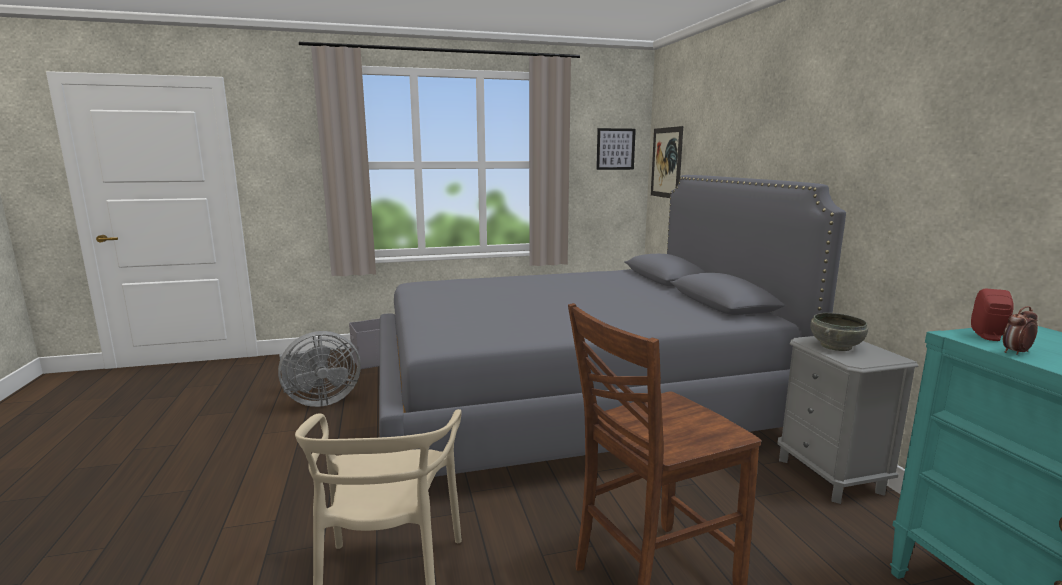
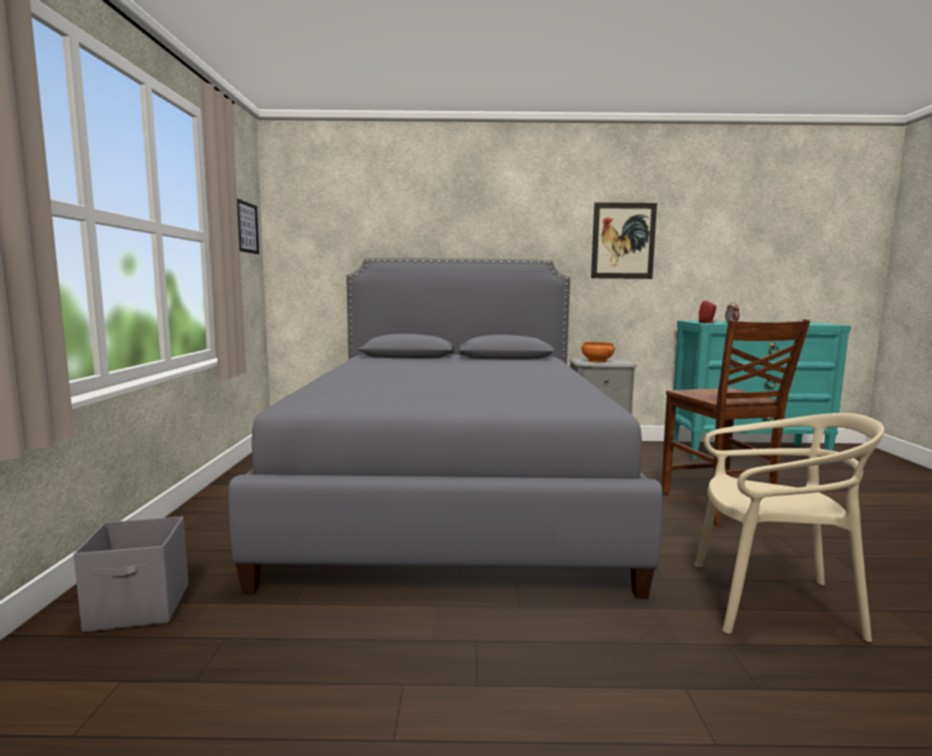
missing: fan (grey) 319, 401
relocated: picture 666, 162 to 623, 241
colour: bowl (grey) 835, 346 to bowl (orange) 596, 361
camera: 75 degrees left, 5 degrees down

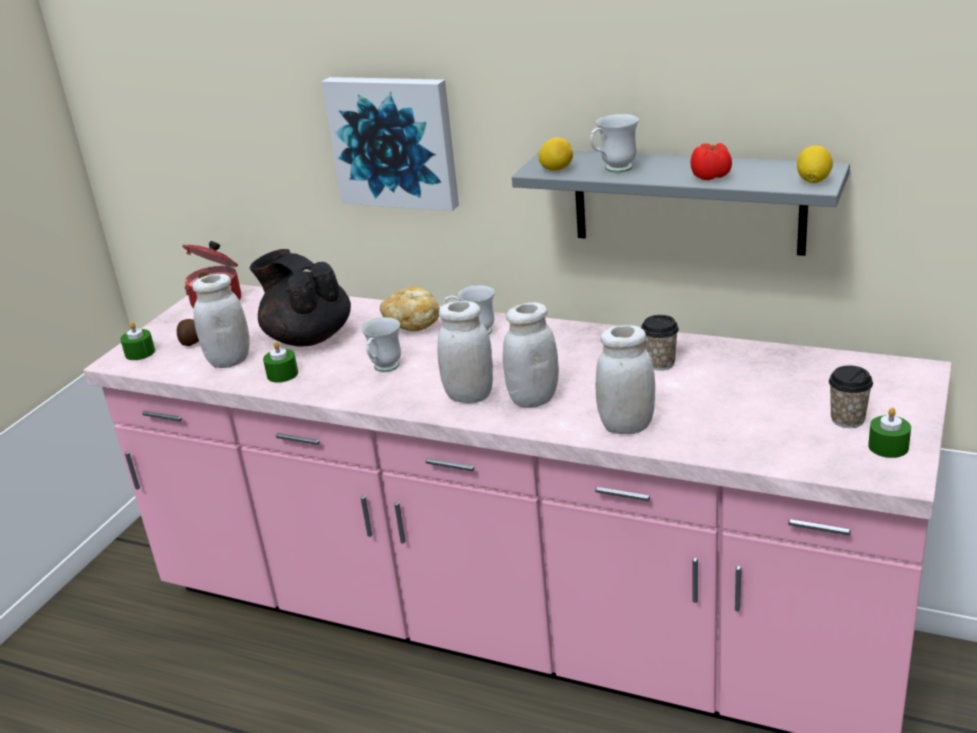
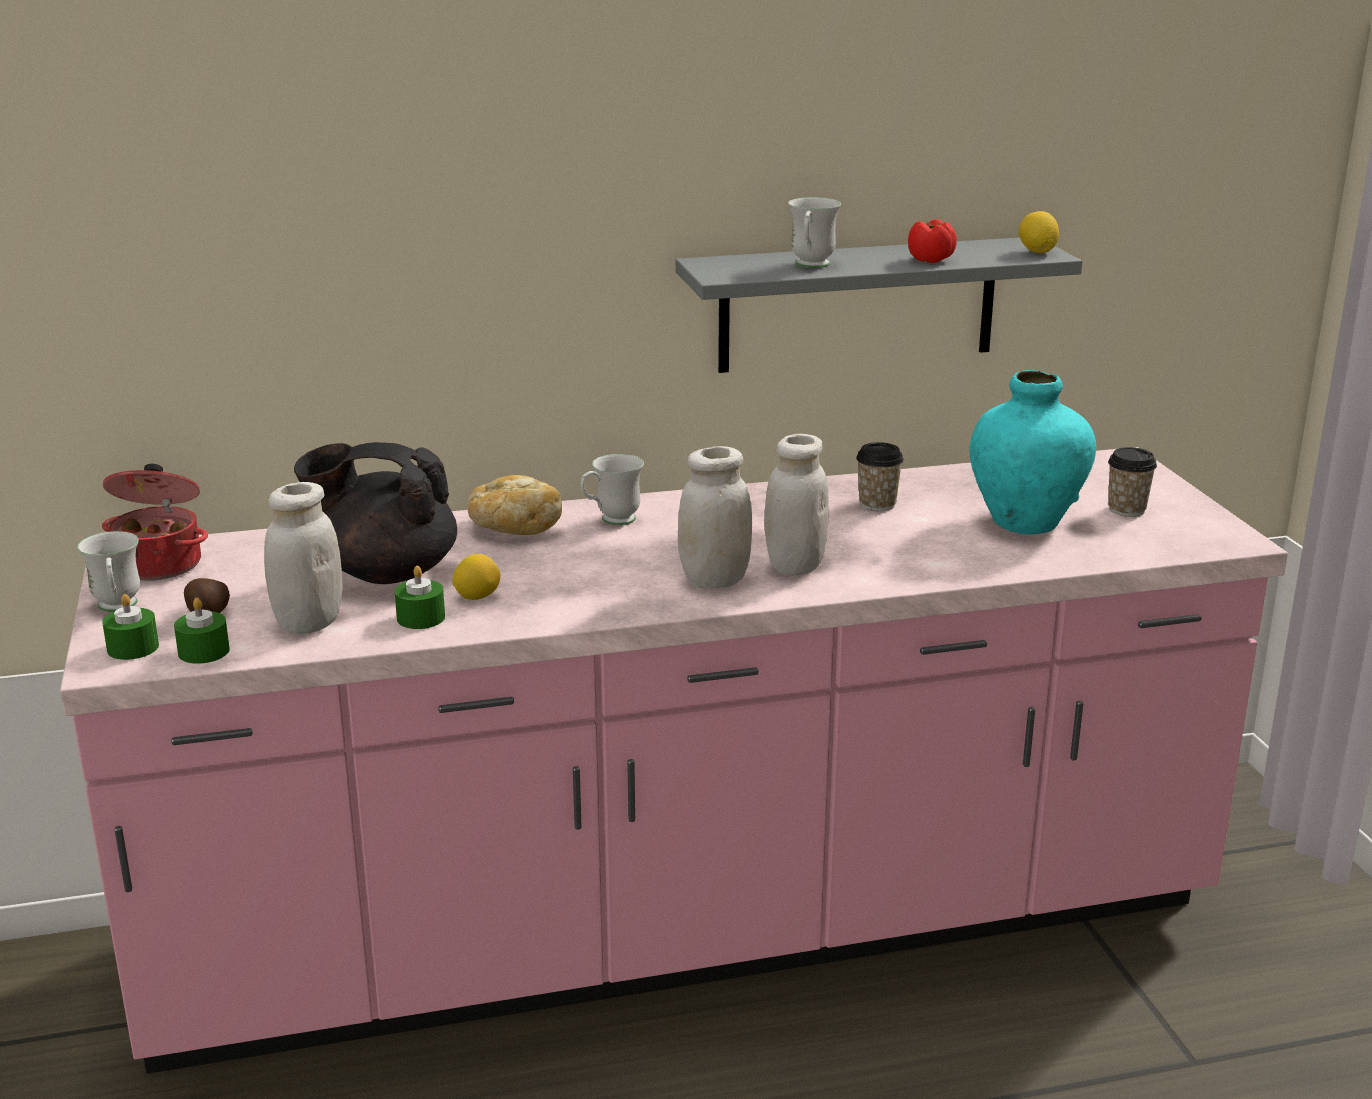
missing: picture 394, 141; jar (white) 626, 426
appeared: vase (turquoise) 1025, 522
relocated: mug (white) 384, 369 to 117, 608; candle (green) 888, 446 to 203, 651; lemon 556, 169 to 477, 597
camera: 40 degrees left, 5 degrees down

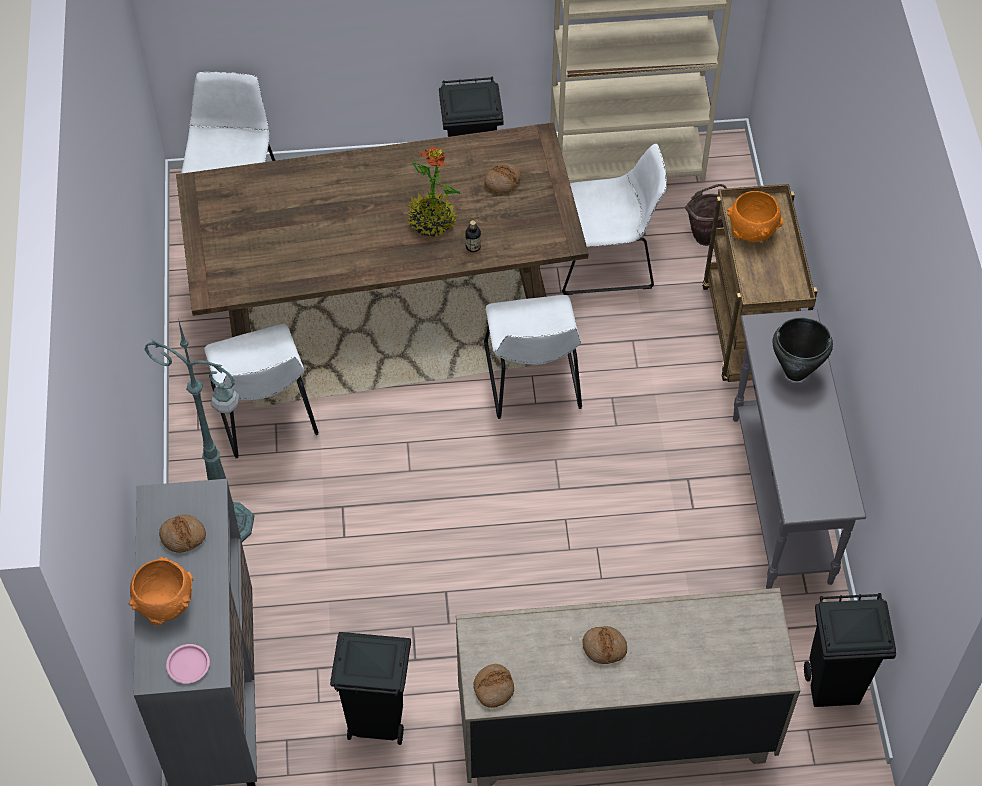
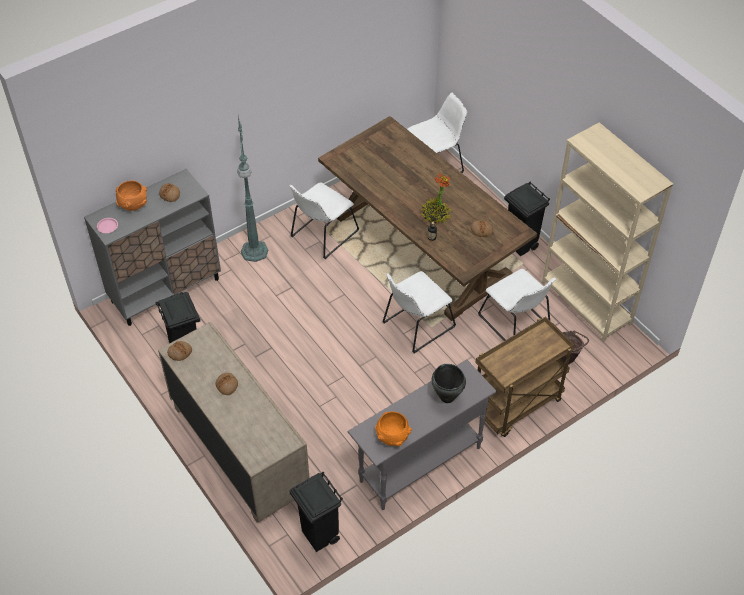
relocated: bowl (orange) 753, 231 to 392, 437
camera: 60 degrees right, 5 degrees down

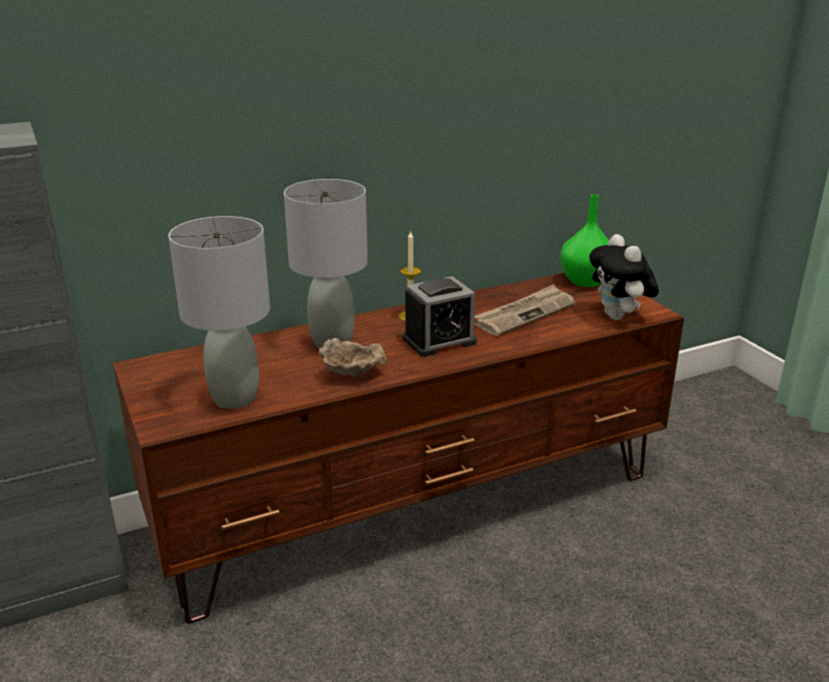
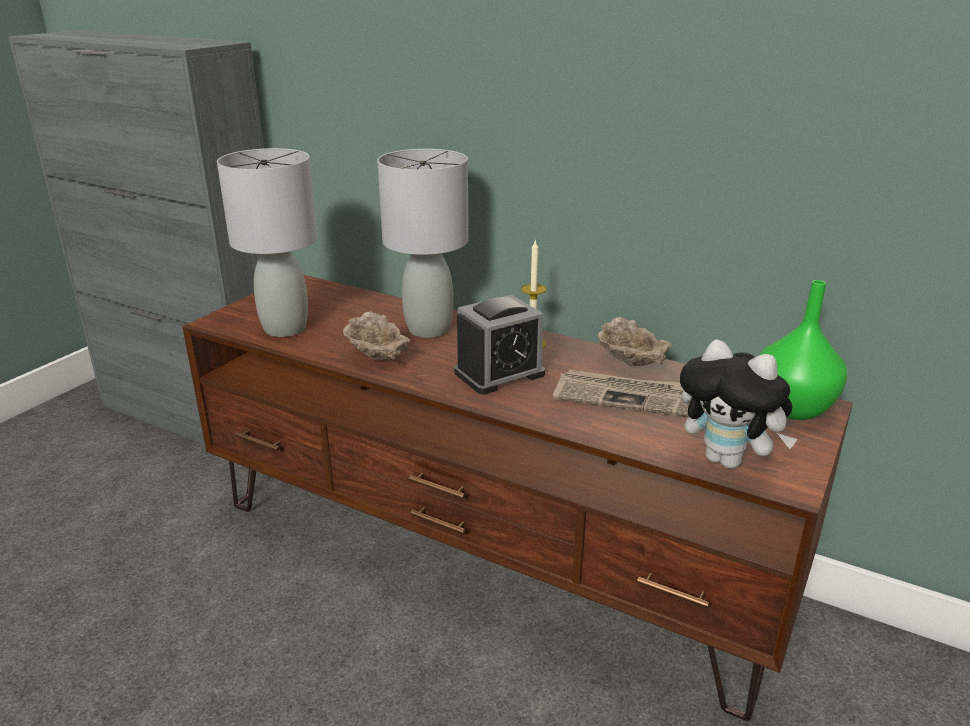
appeared: bowl (beige) 631, 364
spun: alarm clock 439, 341 = 499, 373 60 degrees counterclockwise; plush toy 619, 317 = 728, 460 90 degrees counterclockwise
camera: 55 degrees right, 0 degrees up

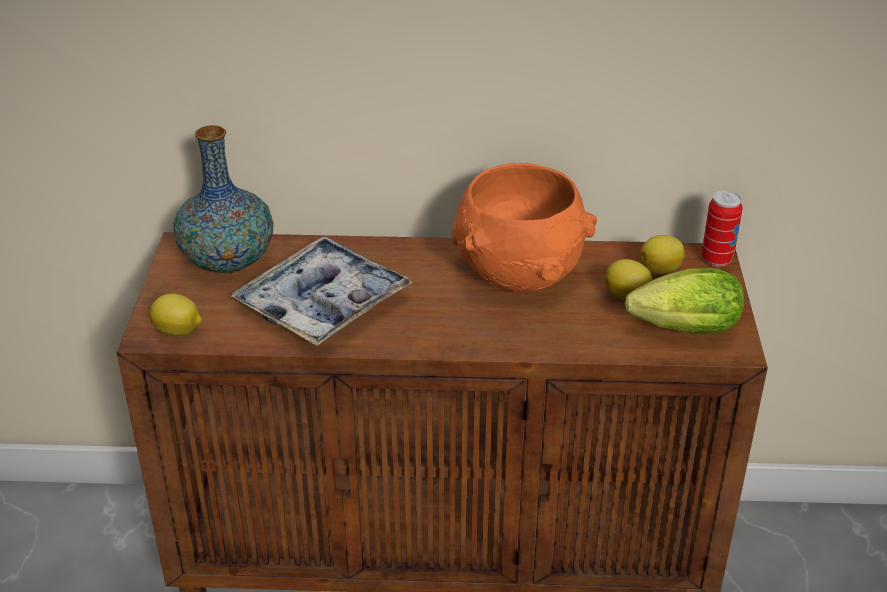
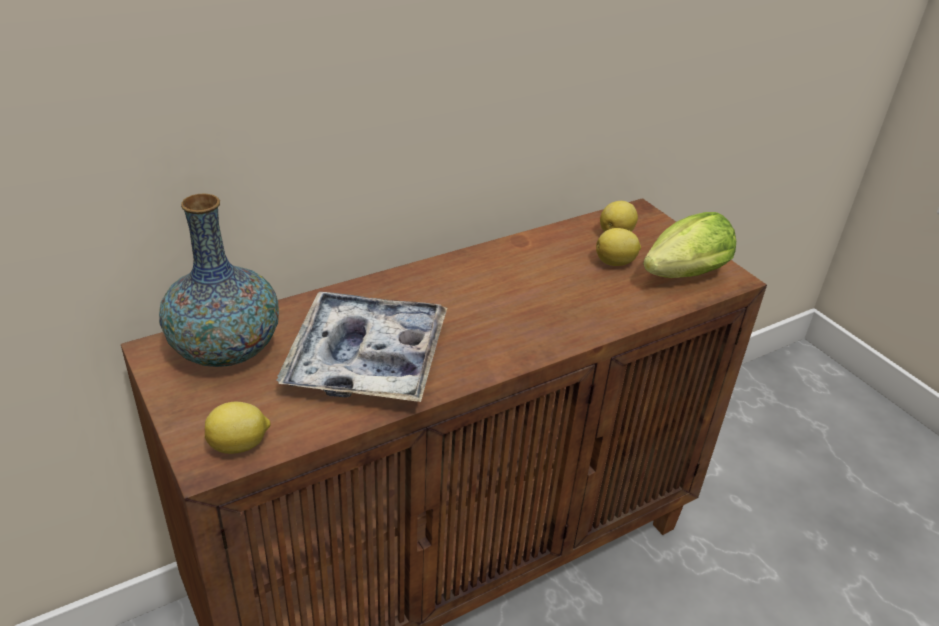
missing: bowl (orange) 519, 275; can 716, 259
camera: 35 degrees left, 0 degrees up

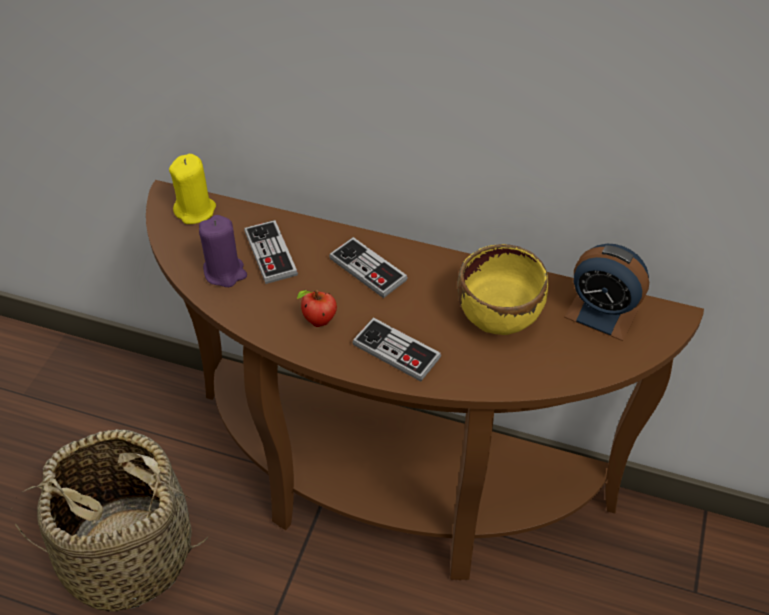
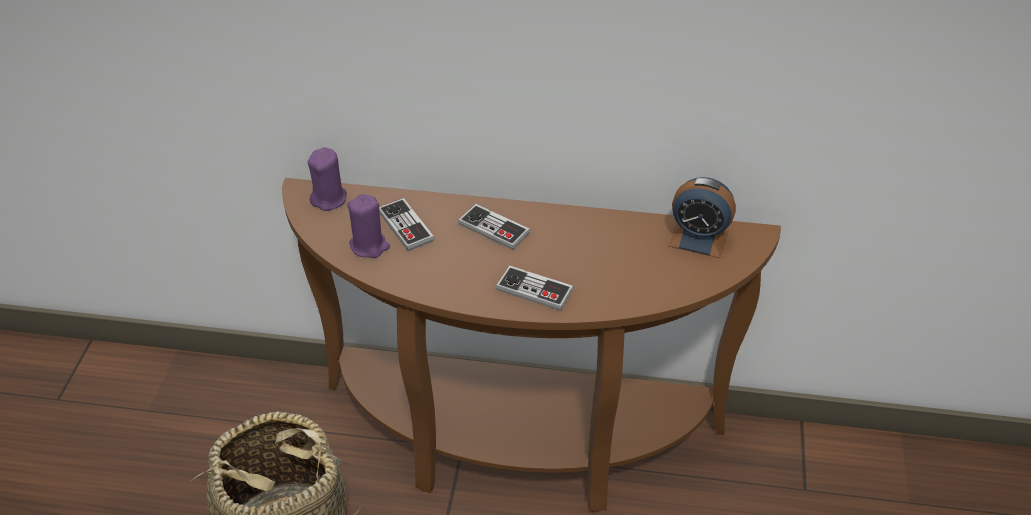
missing: apple 318, 322; bowl (yellow) 499, 315
colour: candle (yellow) 195, 210 to candle (purple) 329, 199
camera: 10 degrees left, 5 degrees down

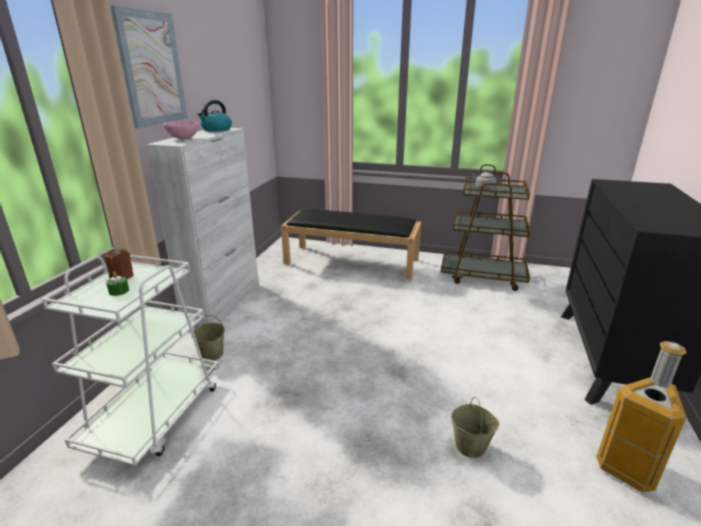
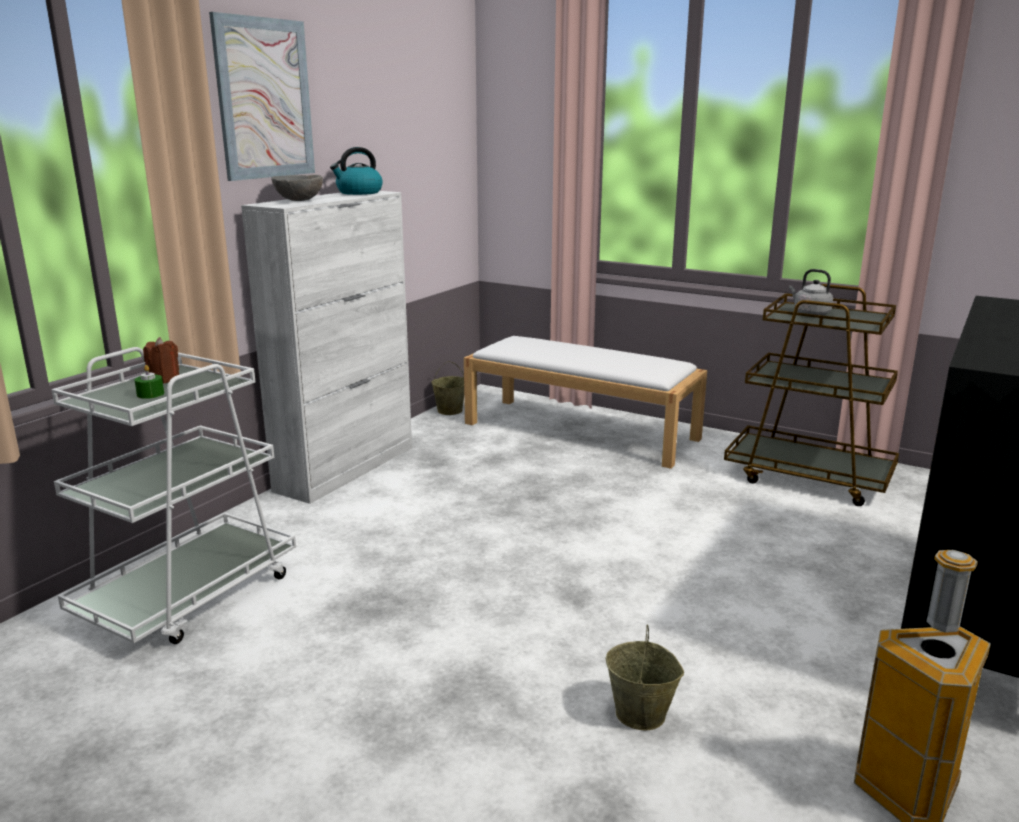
relocated: bucket (beige) 211, 354 to 449, 410
colour: bowl (pink) 184, 138 to bowl (grey) 300, 200; bench (black) 352, 261 to bench (white) 582, 431
camera: 15 degrees right, 5 degrees down

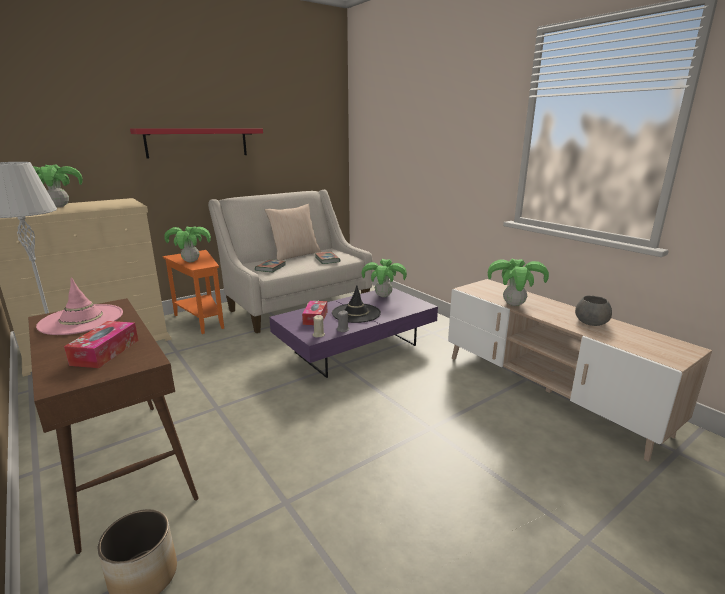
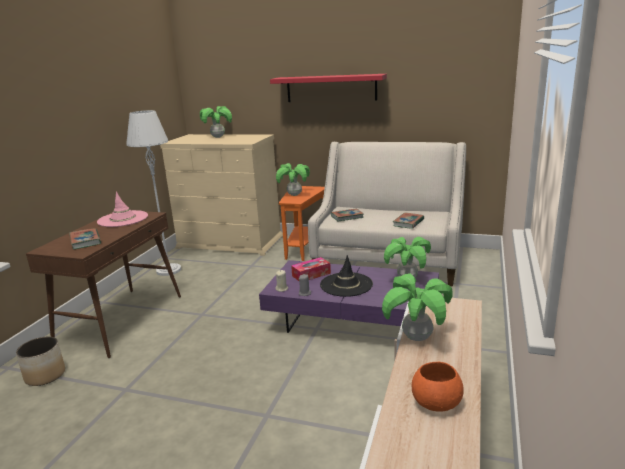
missing: pillow (beige) 295, 255
exchanged: tissue box 105, 352 to book 85, 241
colour: bowl (grey) 591, 322 to bowl (orange) 435, 402
camera: 55 degrees right, 0 degrees up

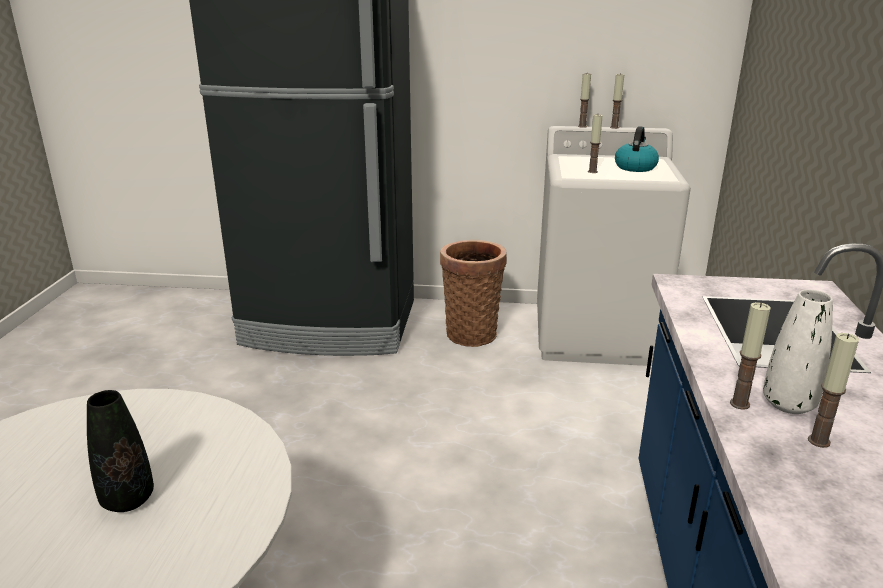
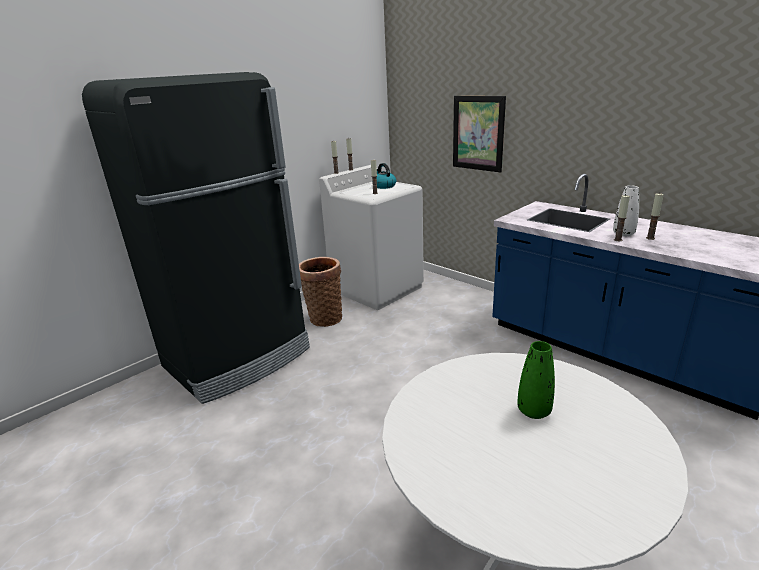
appeared: picture 478, 133
colour: vase (black) 128, 500 to vase (green) 534, 411
camera: 50 degrees left, 0 degrees up

